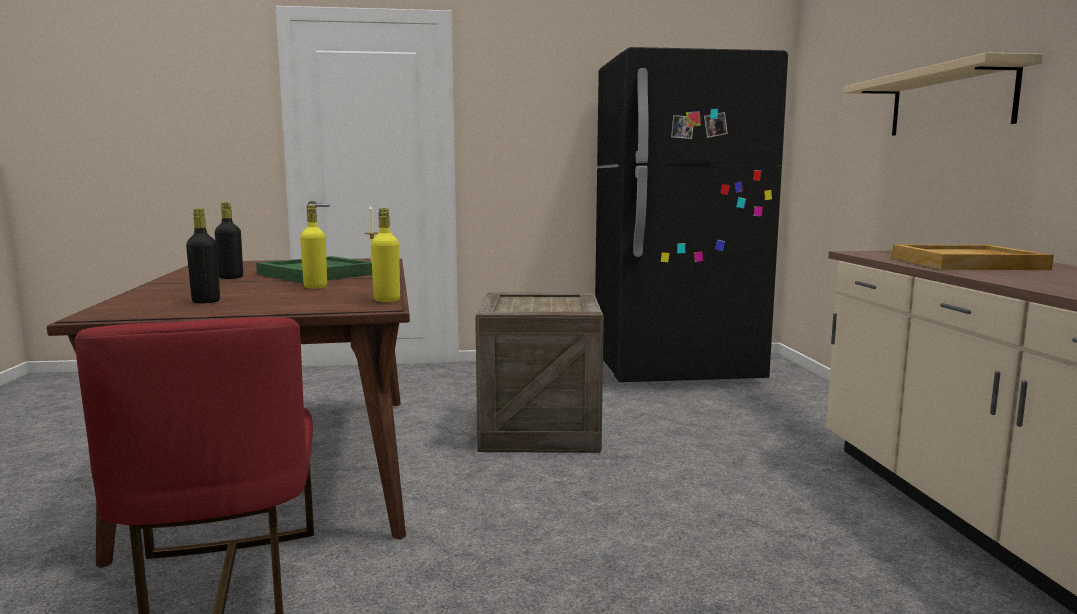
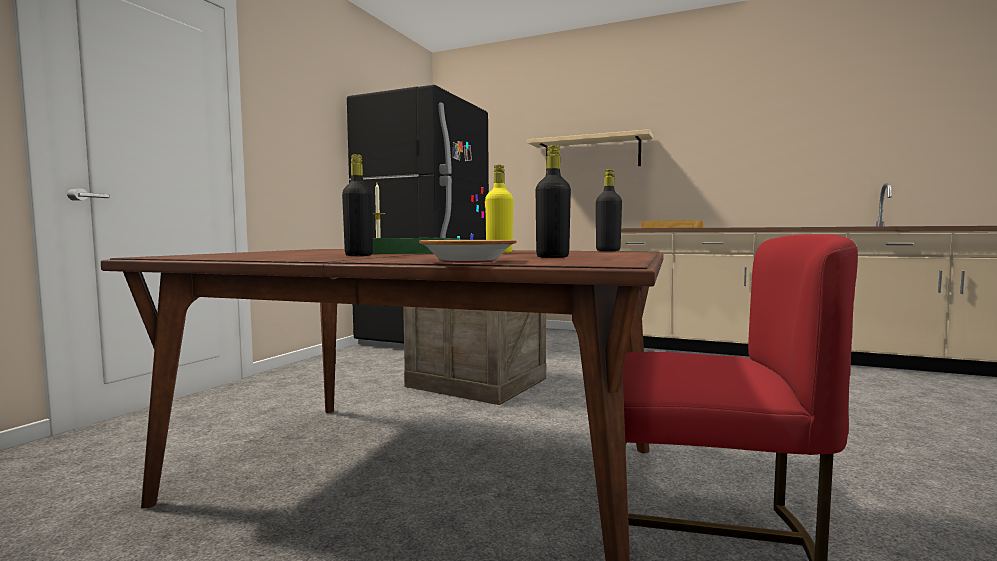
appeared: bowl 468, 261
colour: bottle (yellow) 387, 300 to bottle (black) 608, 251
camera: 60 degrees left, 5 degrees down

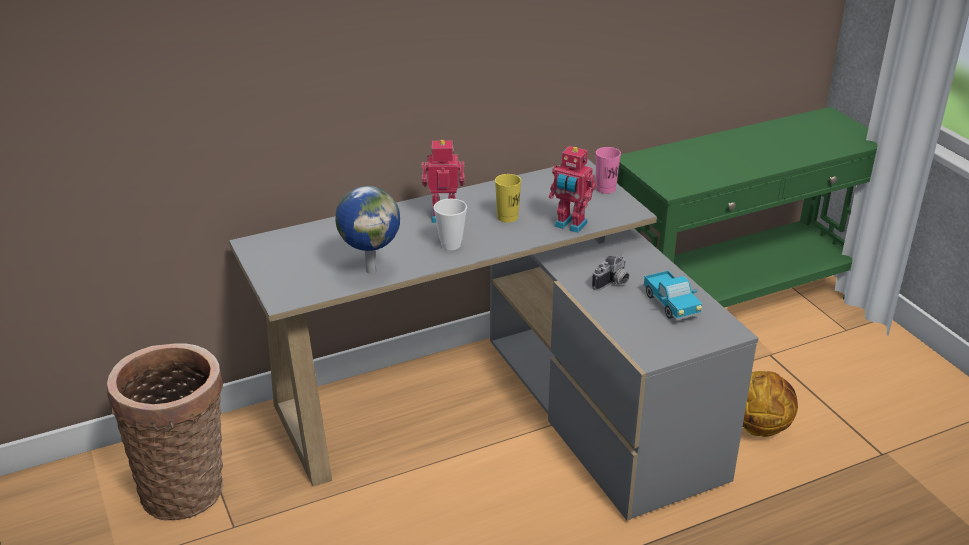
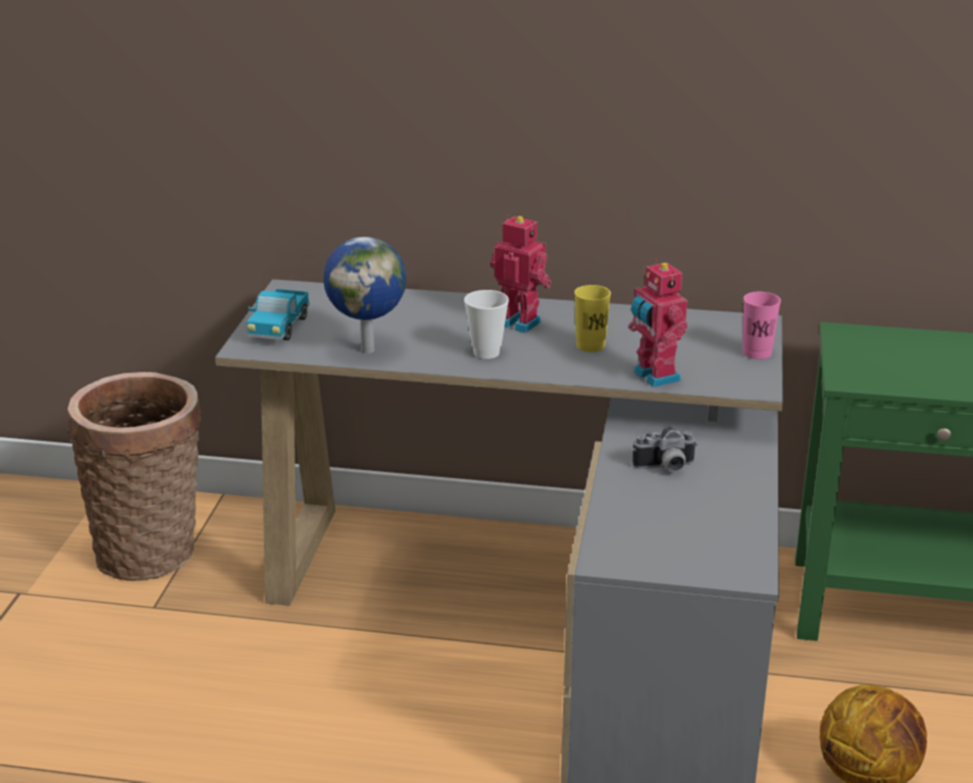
relocated: toy truck 671, 305 to 279, 328
camera: 35 degrees right, 5 degrees down

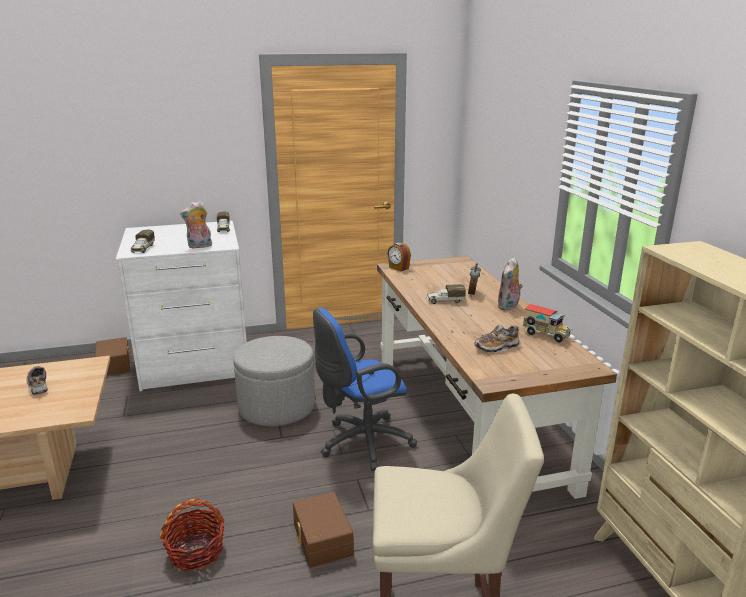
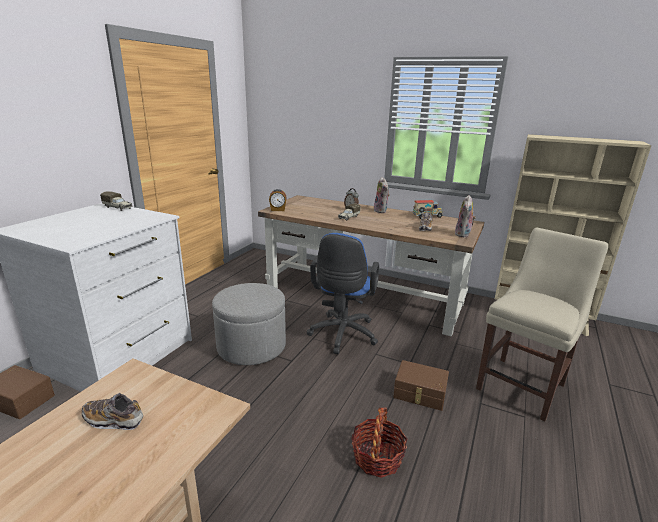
missing: toy truck 143, 249
relocated: plush toy 199, 246 to 463, 235
camera: 50 degrees left, 0 degrees up

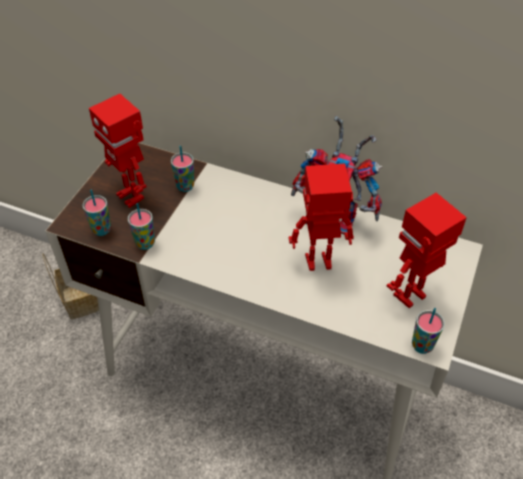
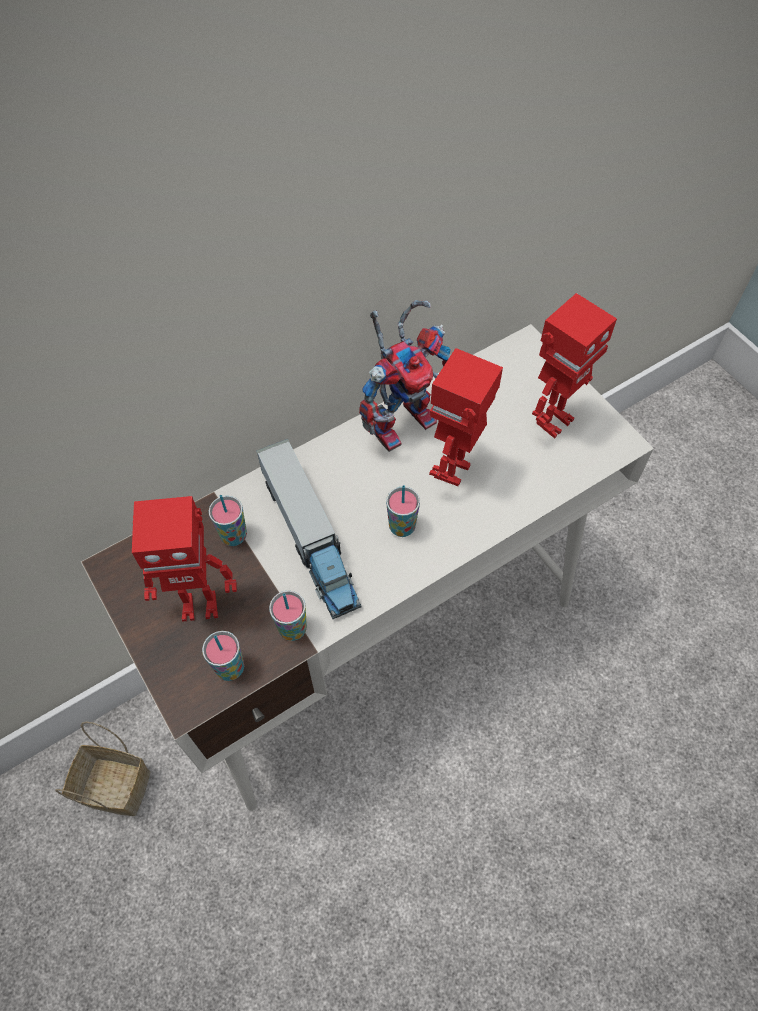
appeared: toy truck 310, 539
relocated: cup 422, 345 to 402, 527
spun: toy robot 411, 296 = 552, 421 135 degrees counterclockwise
camera: 55 degrees left, 10 degrees up

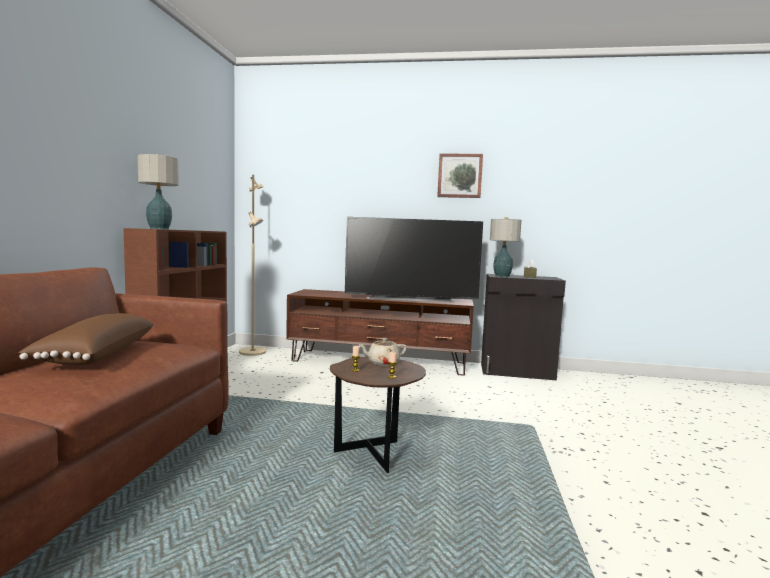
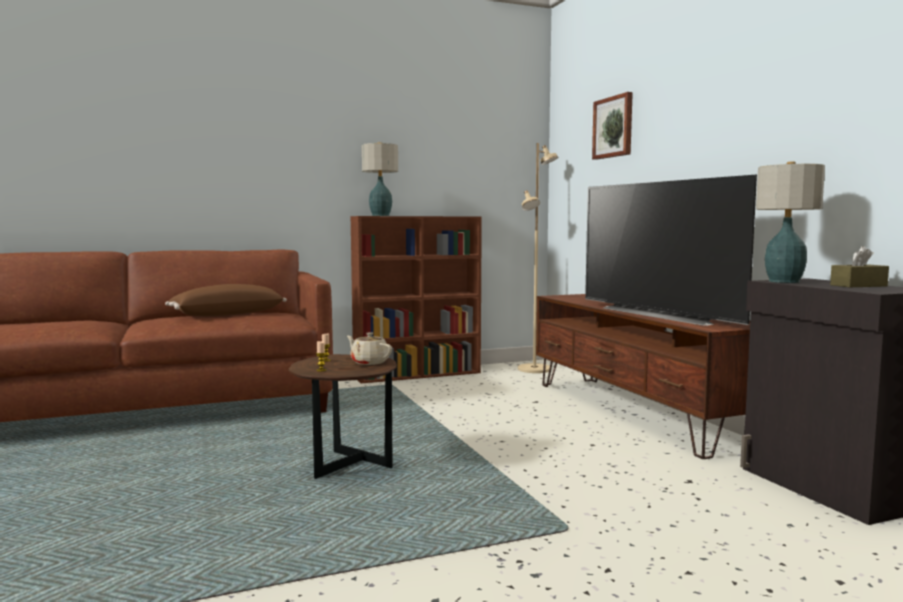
relocated: picture 459, 176 to 613, 127
camera: 60 degrees right, 0 degrees up

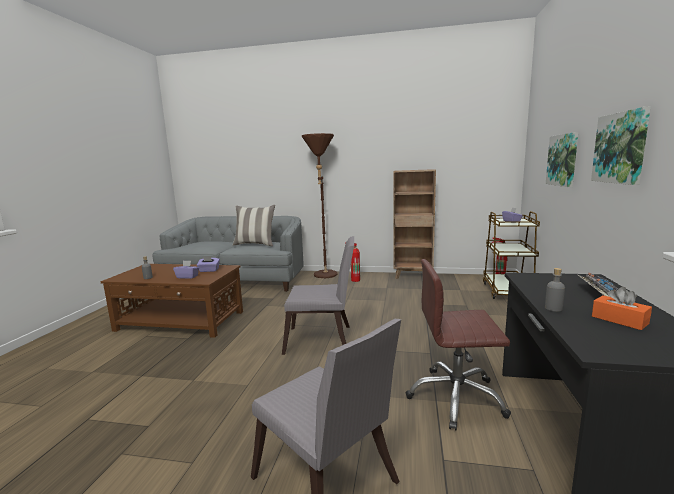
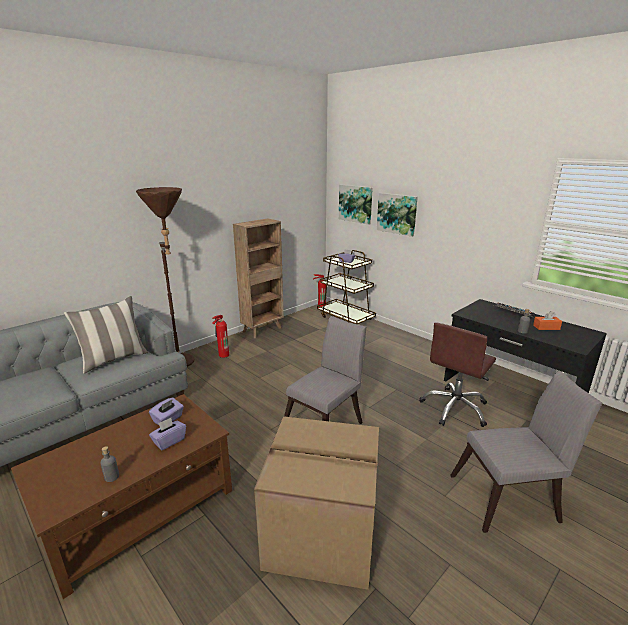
appeared: cardboard box 320, 533
relocated: picture 621, 148 to 355, 204
camera: 55 degrees left, 10 degrees up

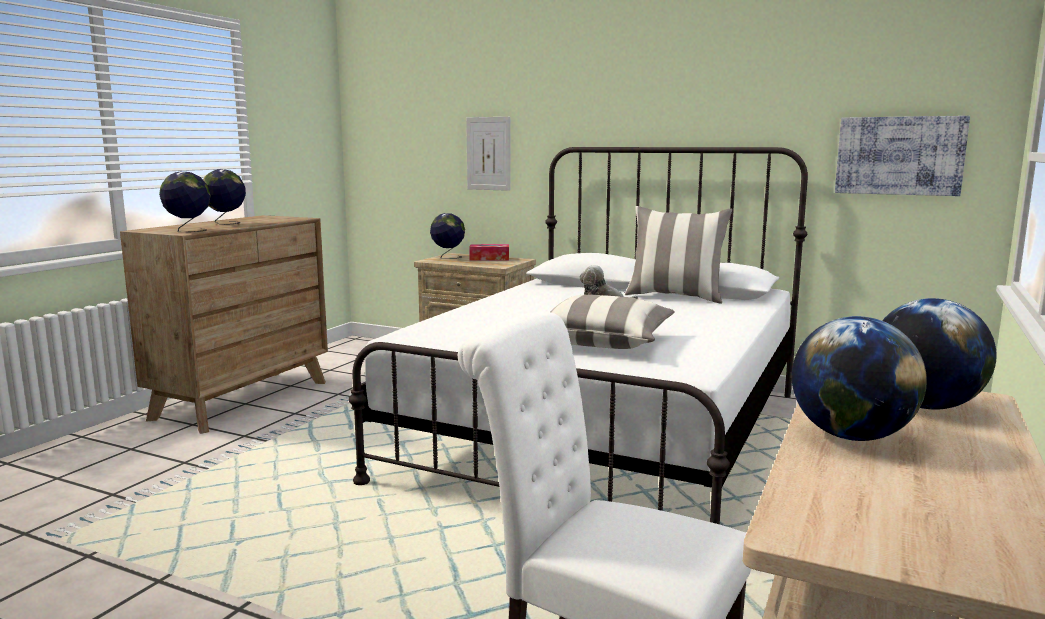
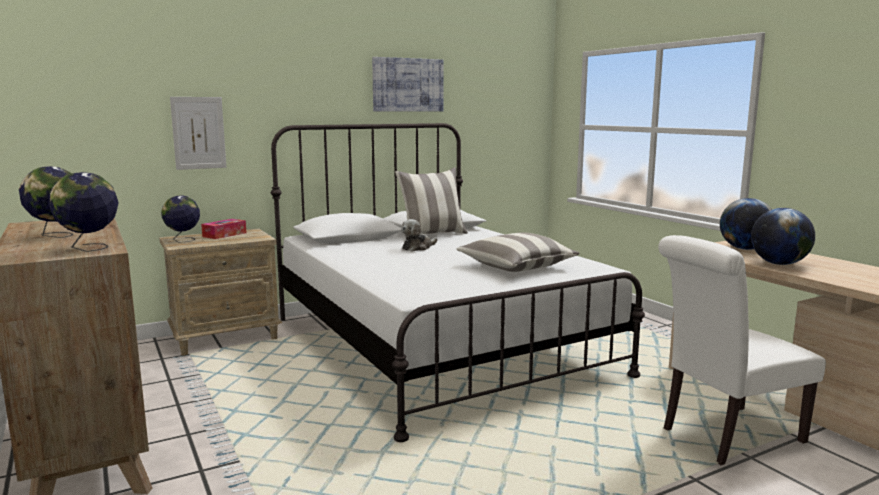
relocated: picture 899, 155 to 408, 85
camera: 55 degrees left, 0 degrees up

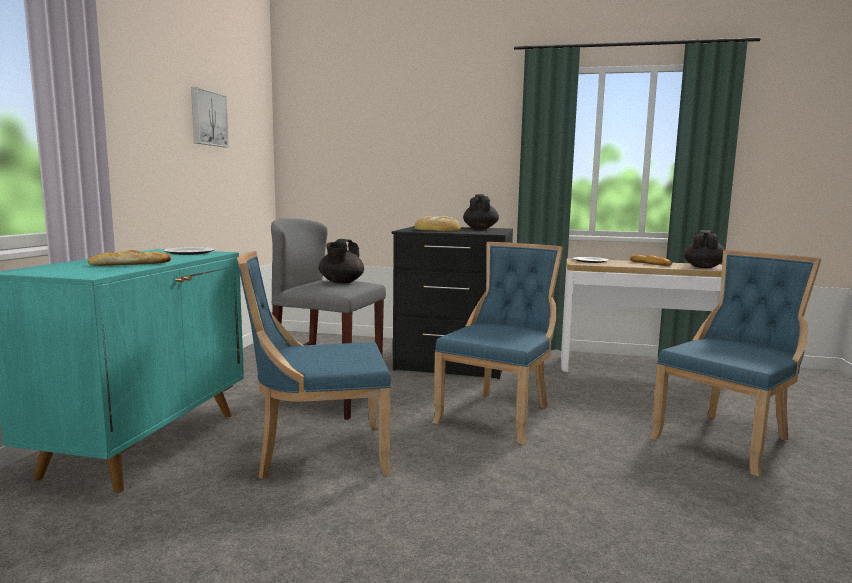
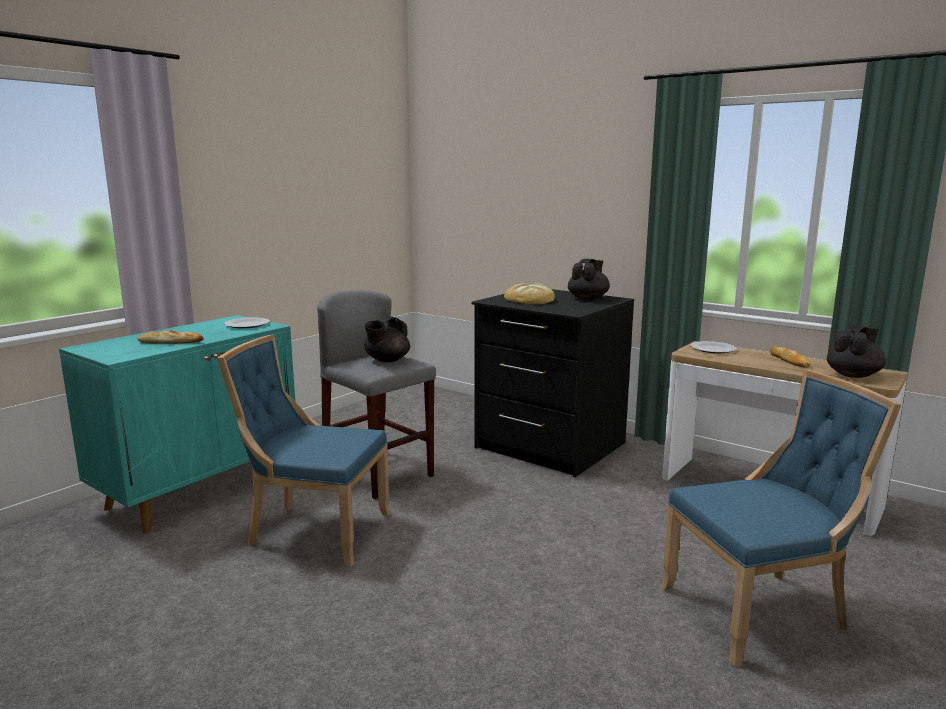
missing: picture 208, 118; chair (blue) 499, 414
camera: 25 degrees right, 5 degrees up

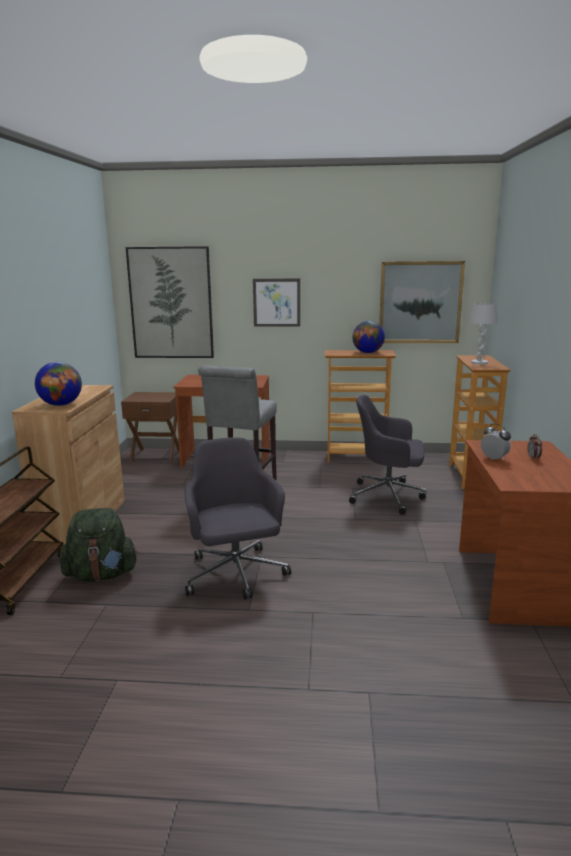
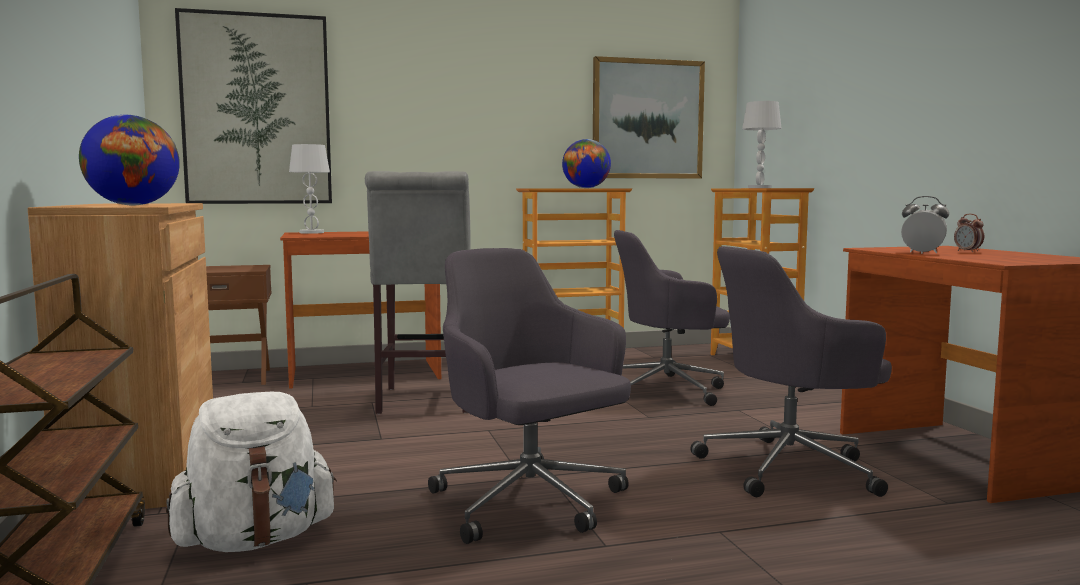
missing: picture 276, 302
appeared: table lamp (white) 311, 232; office chair (grey) 791, 468
colour: backpack (green) 101, 575 to backpack (white) 255, 540
camera: 20 degrees left, 10 degrees down

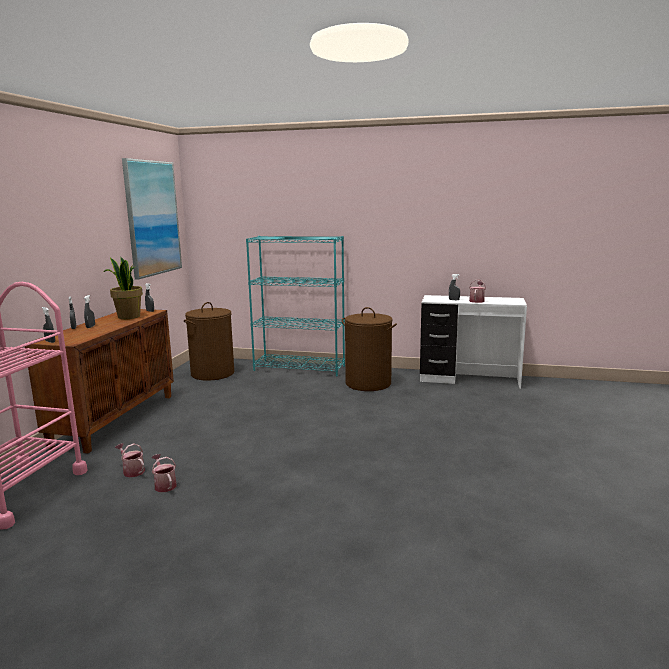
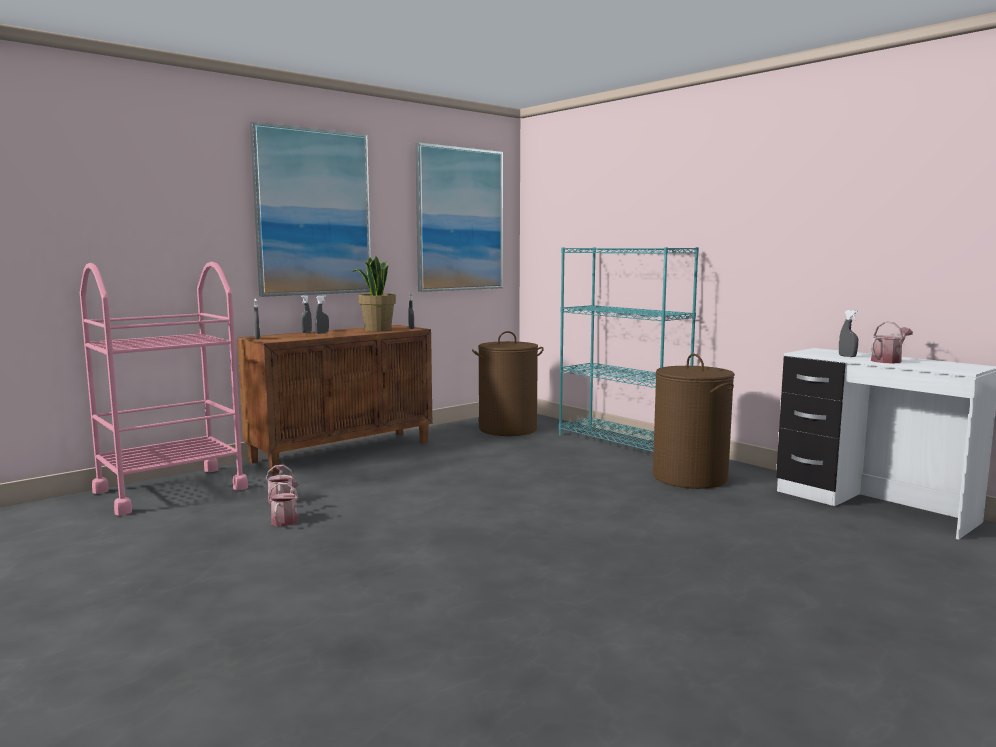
appeared: picture 313, 212
camera: 35 degrees right, 5 degrees down

